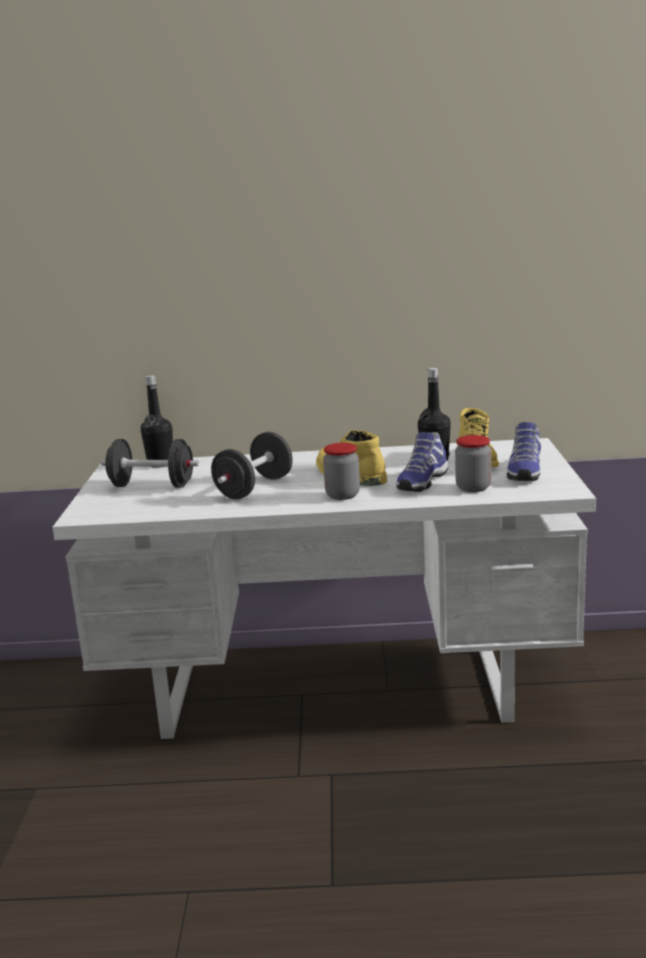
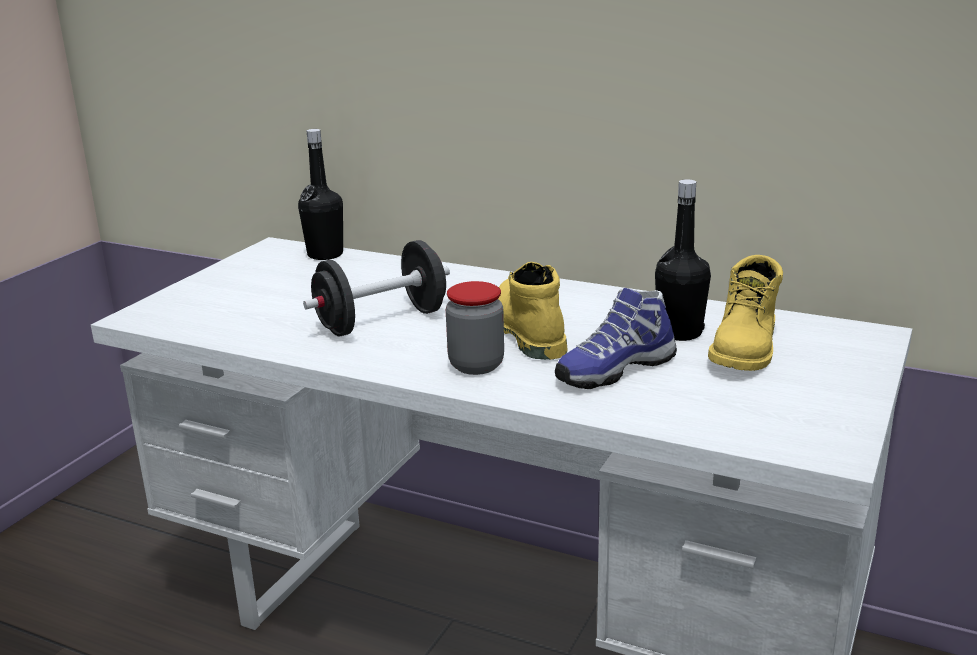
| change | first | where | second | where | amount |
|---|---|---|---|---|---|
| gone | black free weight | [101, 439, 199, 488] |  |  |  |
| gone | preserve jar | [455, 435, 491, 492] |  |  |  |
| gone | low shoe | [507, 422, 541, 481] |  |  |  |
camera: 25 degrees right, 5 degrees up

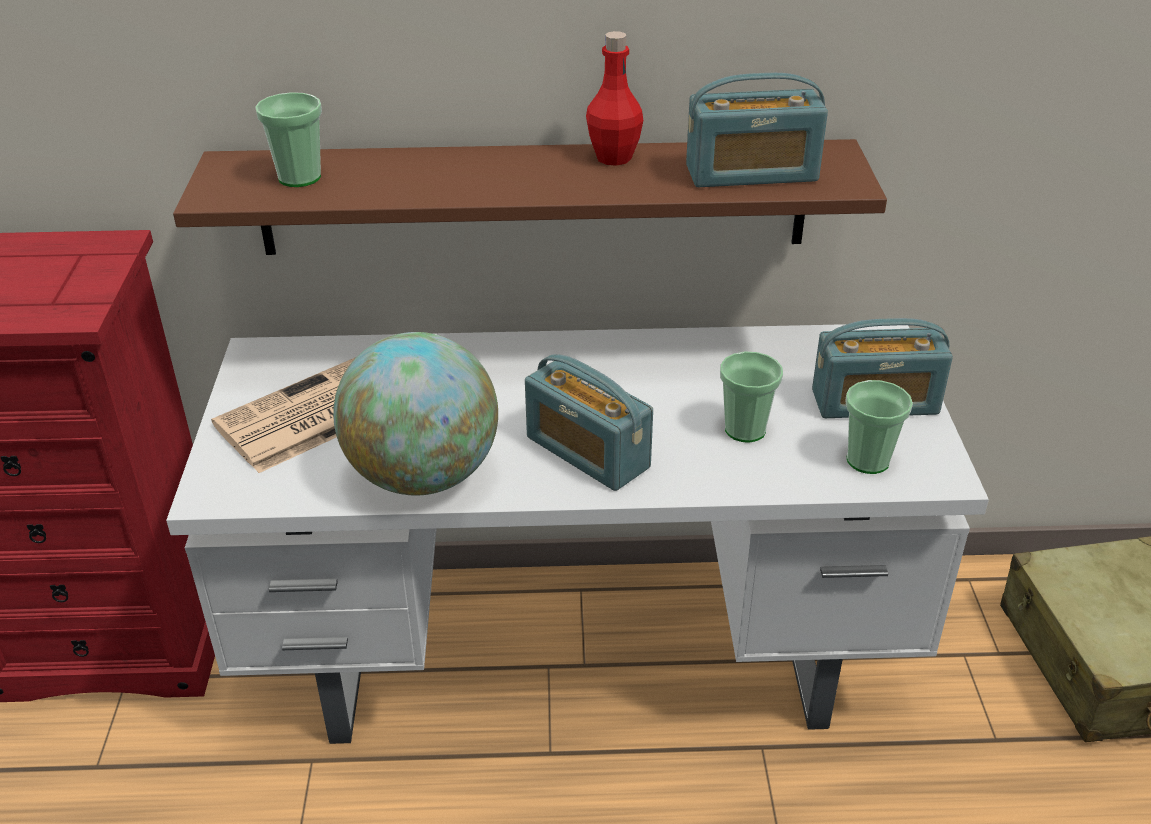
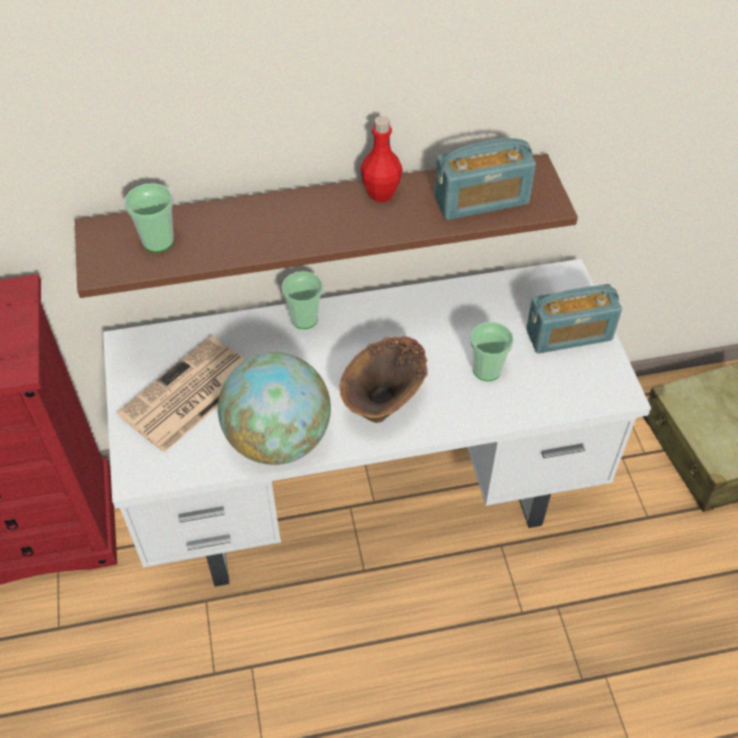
| change | first | where | second | where | amount |
|---|---|---|---|---|---|
| swapped | radio receiver | [525, 354, 653, 491] | brown-coloured decorative vase | [340, 336, 428, 423] |  |
| shifted | cup | [845, 380, 913, 474] |  | [282, 271, 323, 329] |  |
camera: 10 degrees left, 15 degrees up

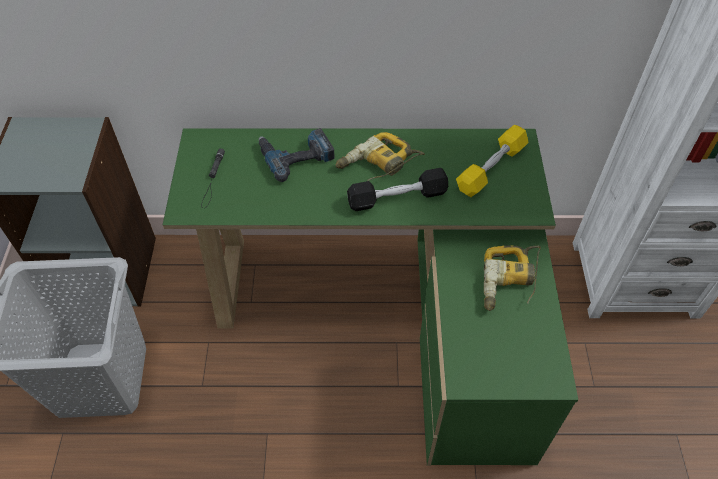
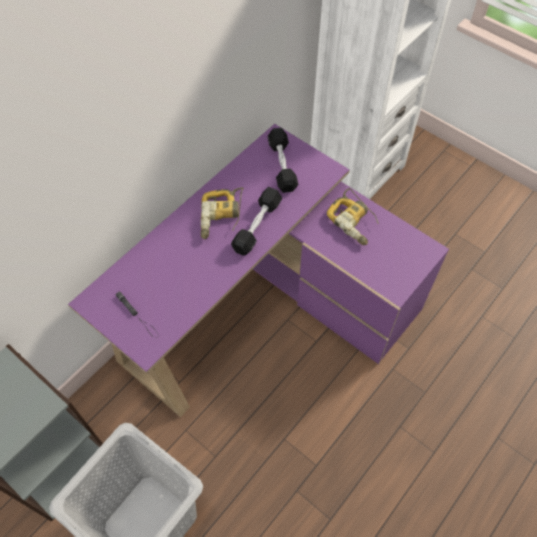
| change | first | where | second | where | amount |
|---|---|---|---|---|---|
| repainted | greenish desk unit | [163, 128, 578, 466] | purplish desk unit | [68, 124, 449, 417] |  |
| gone | electric drill | [259, 128, 335, 182] |  |  |  |
| repainted | yellowish free weight | [456, 125, 528, 197] | black free weight | [267, 128, 298, 193] |  |
camera: 50 degrees left, 5 degrees up

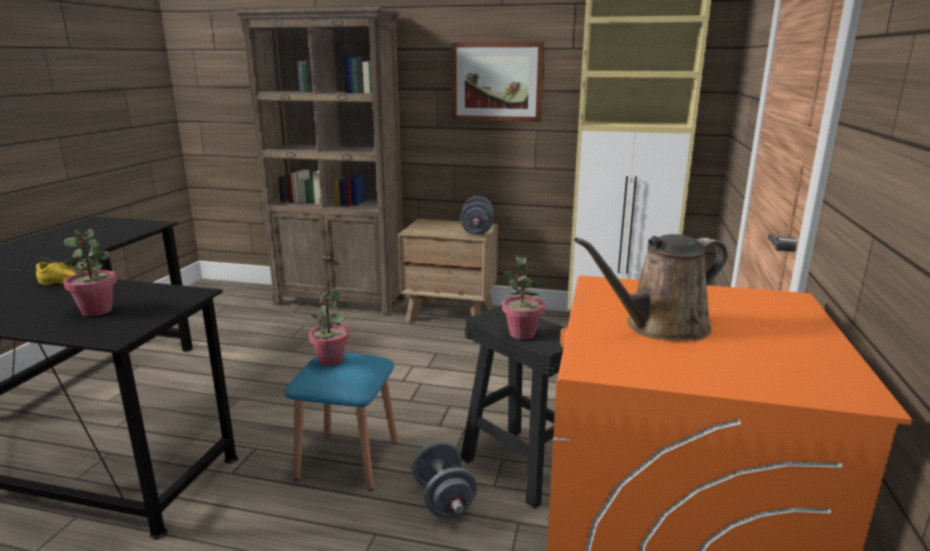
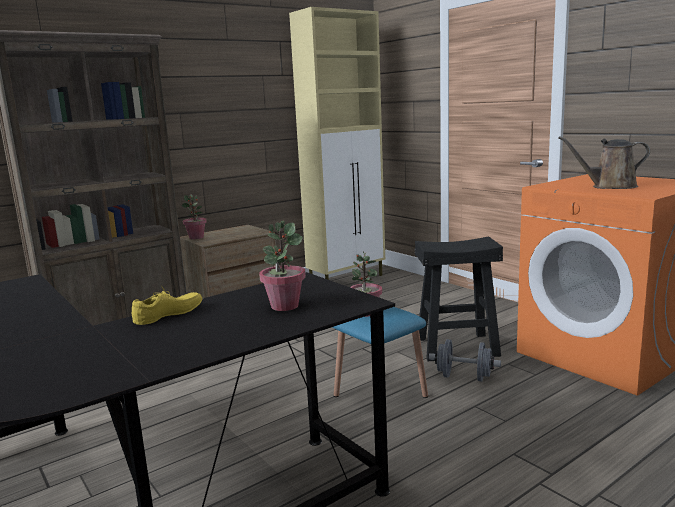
| change | first | where | second | where | amount |
|---|---|---|---|---|---|
| gone | picture | [451, 42, 544, 122] |  |  |  |
| gone | greyish free weight | [460, 196, 494, 235] |  |  |  |
| shifted | potted plant | [502, 256, 545, 340] |  | [181, 194, 207, 239] |  |
| rotated | brown-coloured watering pot | [574, 234, 728, 341] |  | [558, 136, 650, 189] | 75 degrees clockwise |
camera: 50 degrees left, 5 degrees down

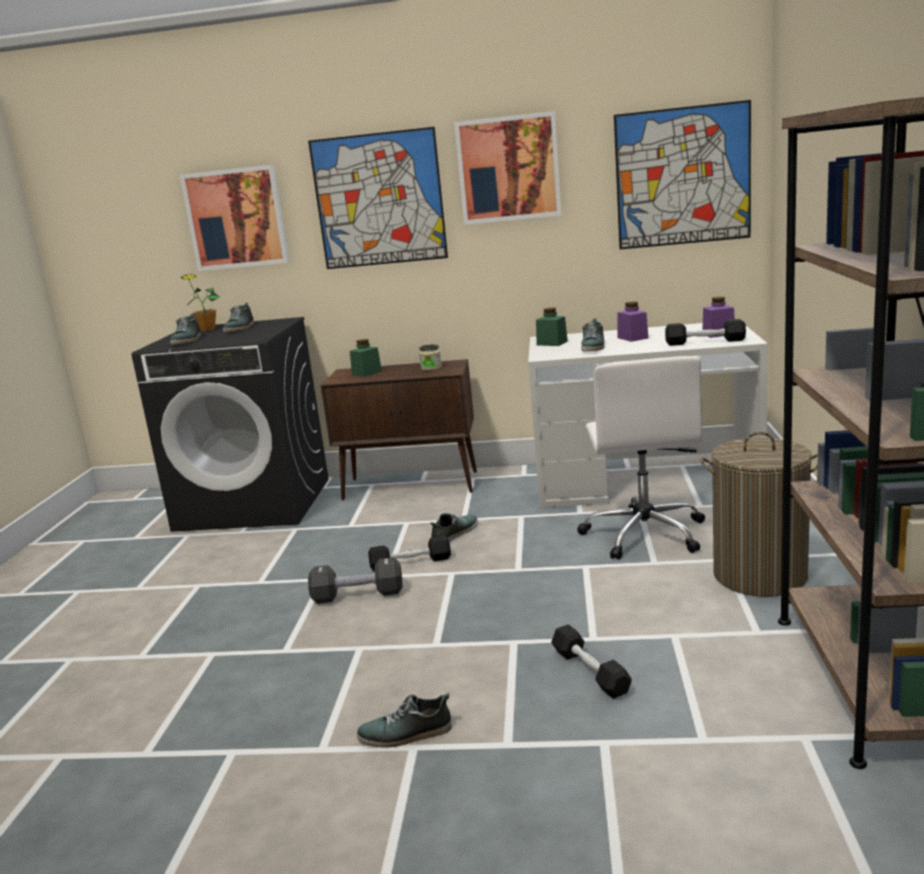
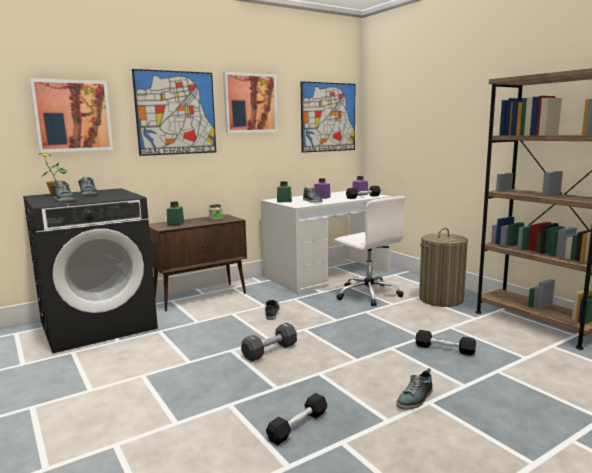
| change | first | where | second | where | amount |
|---|---|---|---|---|---|
| shifted | black free weight | [368, 536, 451, 572] |  | [266, 393, 327, 445] |  |
camera: 40 degrees left, 5 degrees down

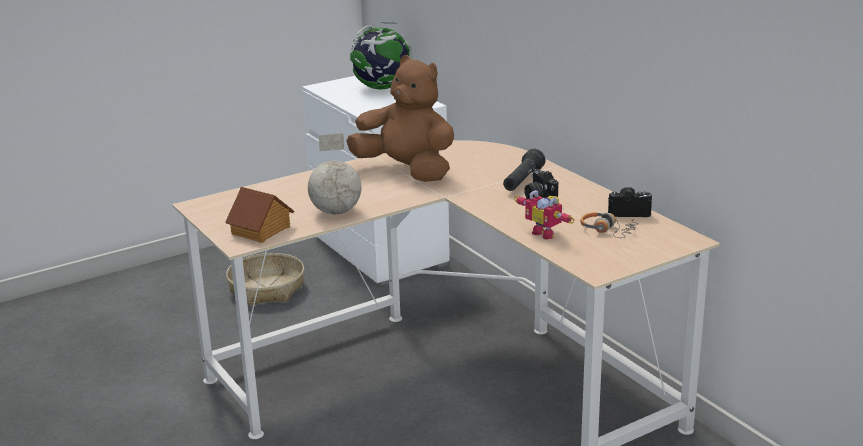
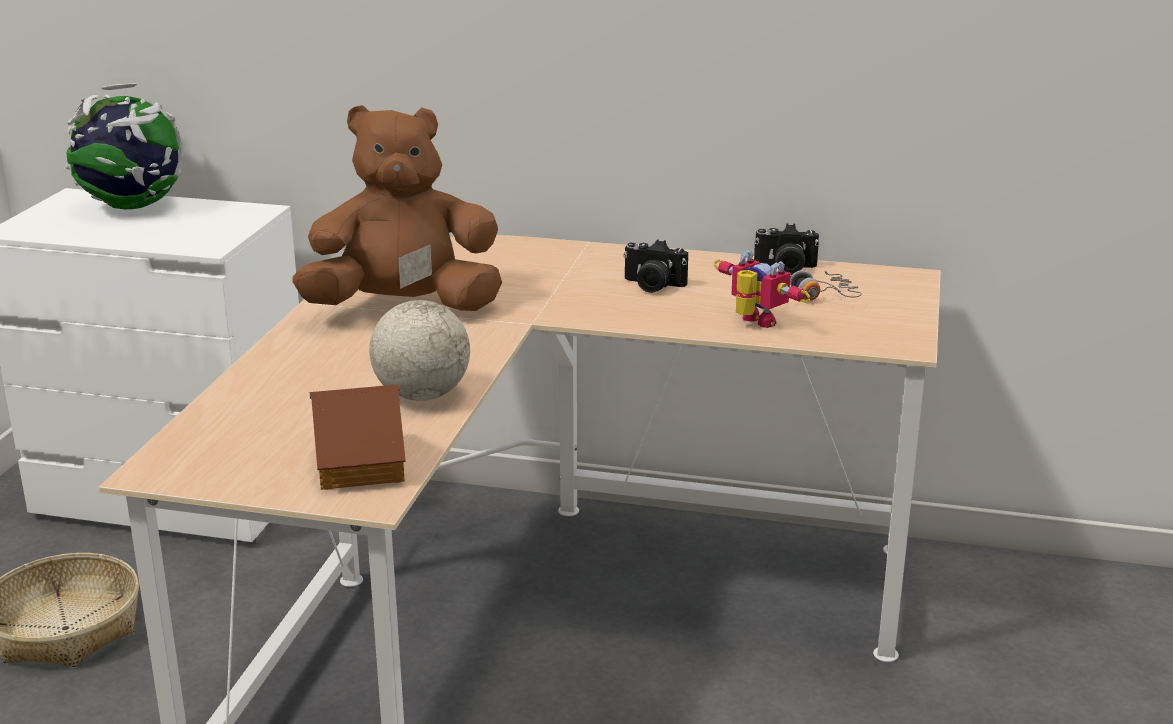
| change | first | where | second | where | amount |
|---|---|---|---|---|---|
| gone | black hand torch | [503, 149, 545, 191] |  |  |  |
| rotated | robot figure | [514, 190, 574, 239] |  | [714, 251, 810, 328] | 135 degrees counterclockwise |
| rotated | photo camera | [608, 187, 652, 217] |  | [754, 224, 820, 275] | 135 degrees counterclockwise |
camera: 45 degrees left, 0 degrees up

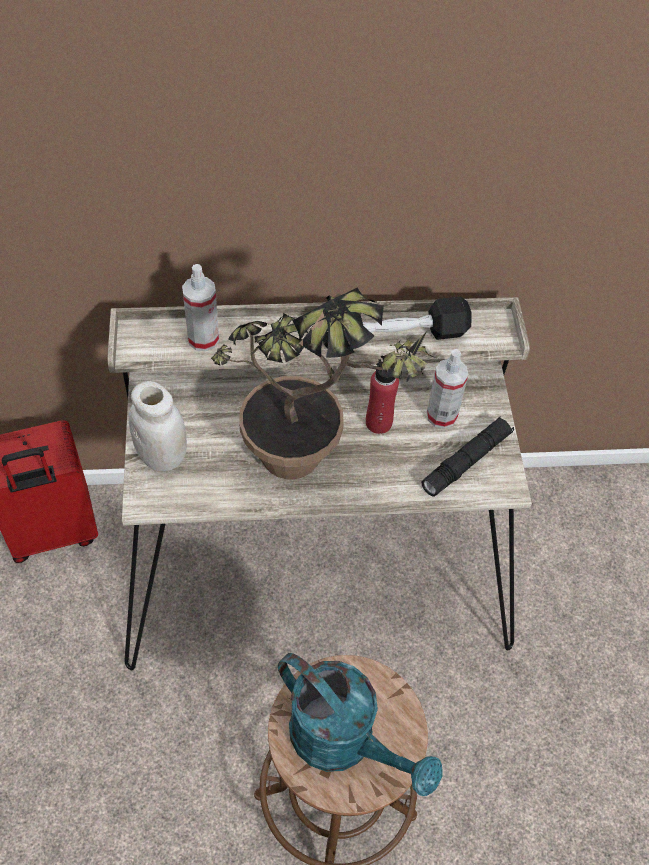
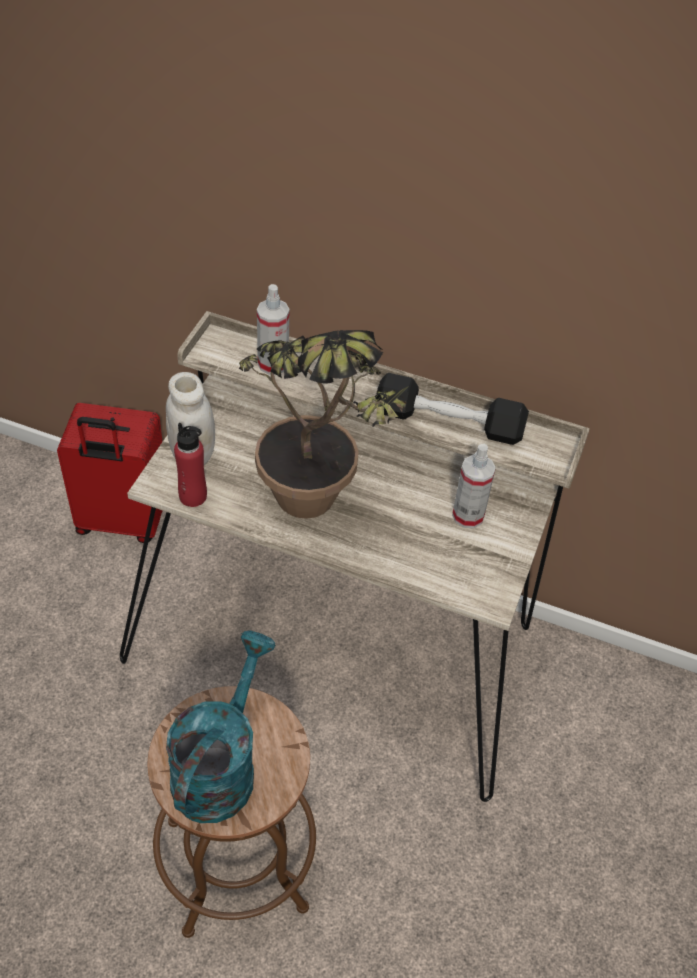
| change | first | where | second | where | amount |
|---|---|---|---|---|---|
| rotated | blue-green watering pot | [278, 653, 442, 796] |  | [166, 630, 276, 823] | 135 degrees counterclockwise |
| shifted | red beverage bottle | [366, 359, 402, 434] |  | [174, 423, 207, 507] |  |
| gone | black hand torch | [421, 416, 514, 497] |  |  |  |
camera: 25 degrees right, 5 degrees down

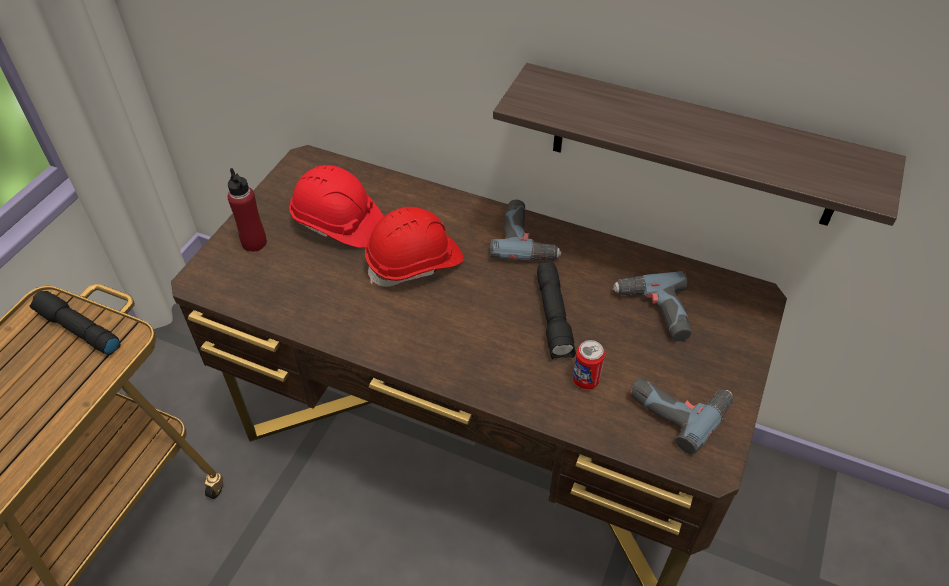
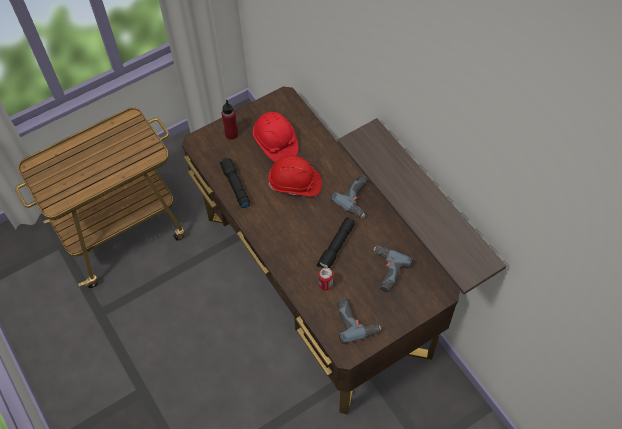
| change | first | where | second | where | amount |
|---|---|---|---|---|---|
| shifted | black hand torch | [30, 291, 120, 355] |  | [219, 158, 250, 208] |  |
camera: 35 degrees right, 10 degrees up

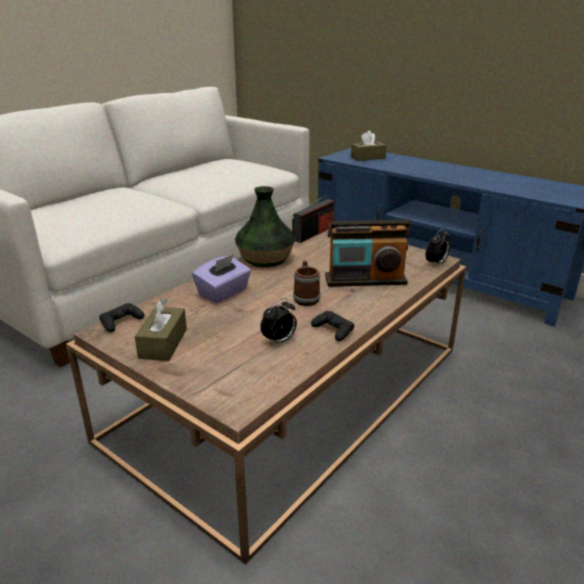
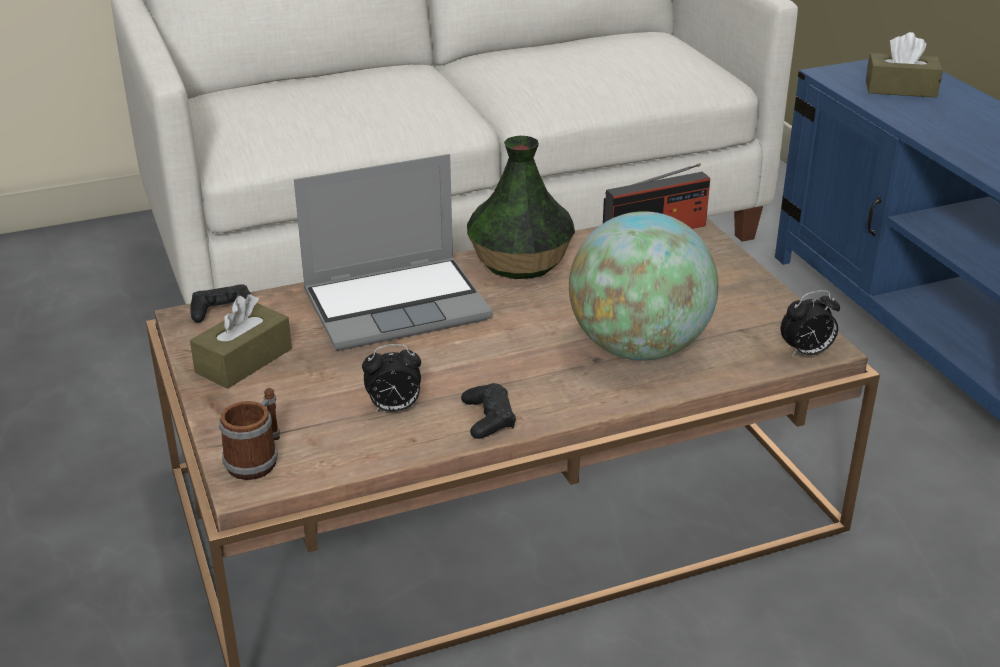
| change | first | where | second | where | amount |
|---|---|---|---|---|---|
| swapped | purplish tissue holder | [192, 254, 251, 303] | notebook computer | [294, 154, 492, 351] |  |
| shifted | tea mug | [293, 260, 321, 306] |  | [219, 388, 280, 480] |  |
| swapped | radio receiver | [325, 220, 411, 287] | desk globe | [569, 211, 719, 360] |  |
camera: 30 degrees right, 5 degrees up

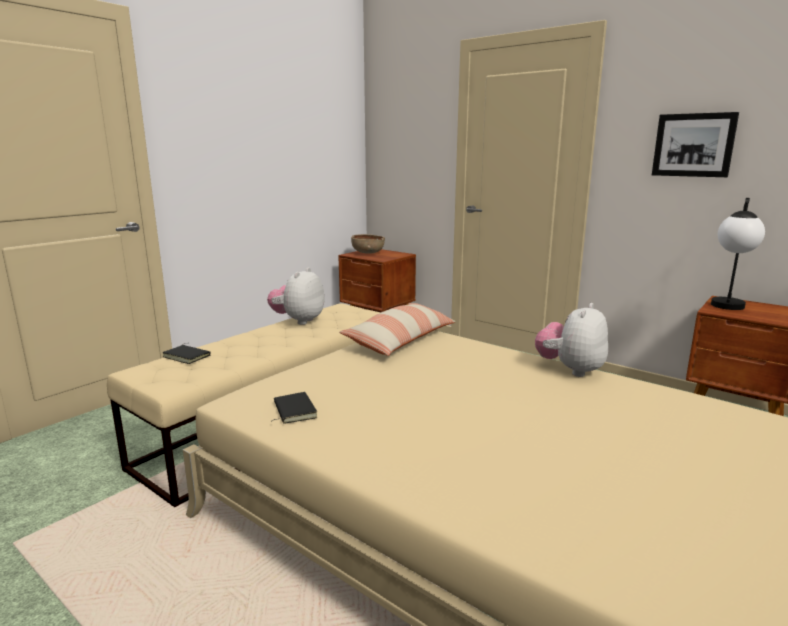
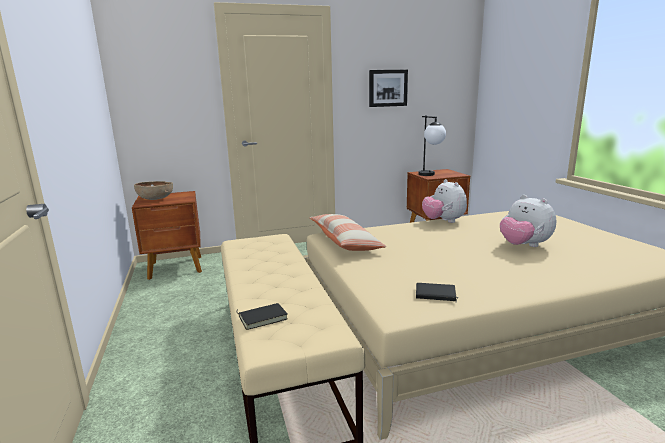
| change | first | where | second | where | amount |
|---|---|---|---|---|---|
| shifted | plush toy | [267, 267, 325, 325] |  | [500, 195, 556, 247] |  |
camera: 55 degrees left, 0 degrees up

